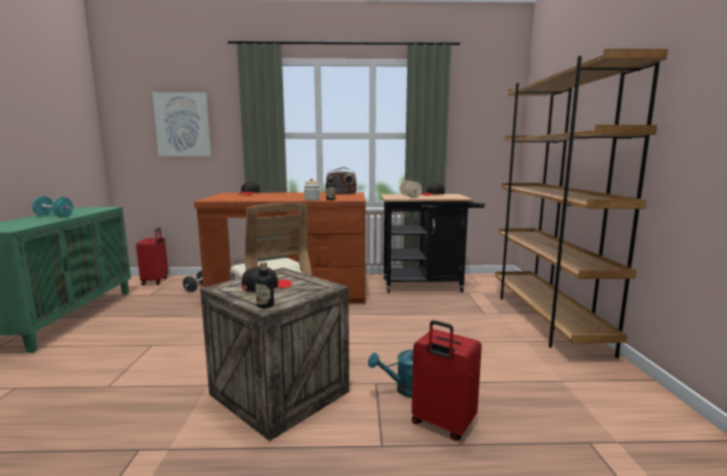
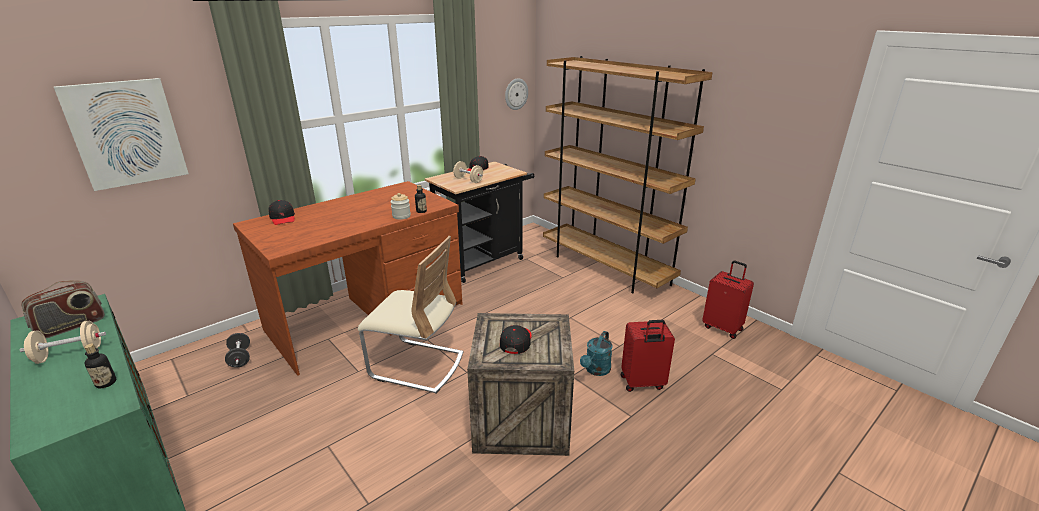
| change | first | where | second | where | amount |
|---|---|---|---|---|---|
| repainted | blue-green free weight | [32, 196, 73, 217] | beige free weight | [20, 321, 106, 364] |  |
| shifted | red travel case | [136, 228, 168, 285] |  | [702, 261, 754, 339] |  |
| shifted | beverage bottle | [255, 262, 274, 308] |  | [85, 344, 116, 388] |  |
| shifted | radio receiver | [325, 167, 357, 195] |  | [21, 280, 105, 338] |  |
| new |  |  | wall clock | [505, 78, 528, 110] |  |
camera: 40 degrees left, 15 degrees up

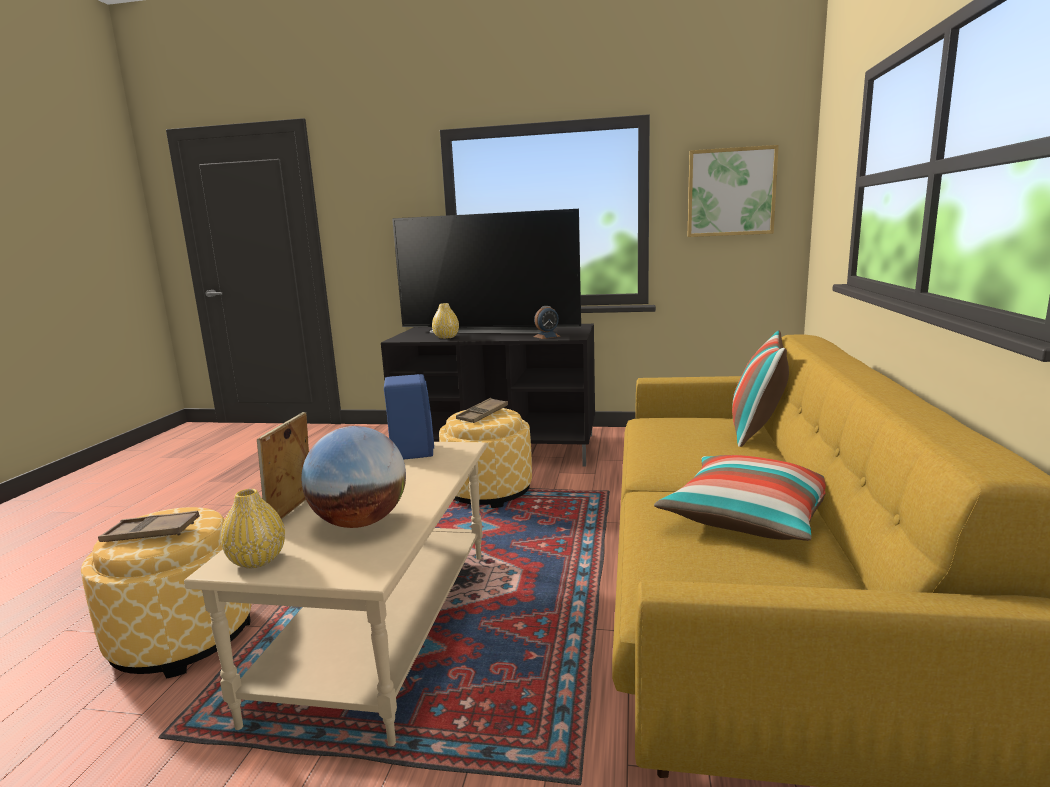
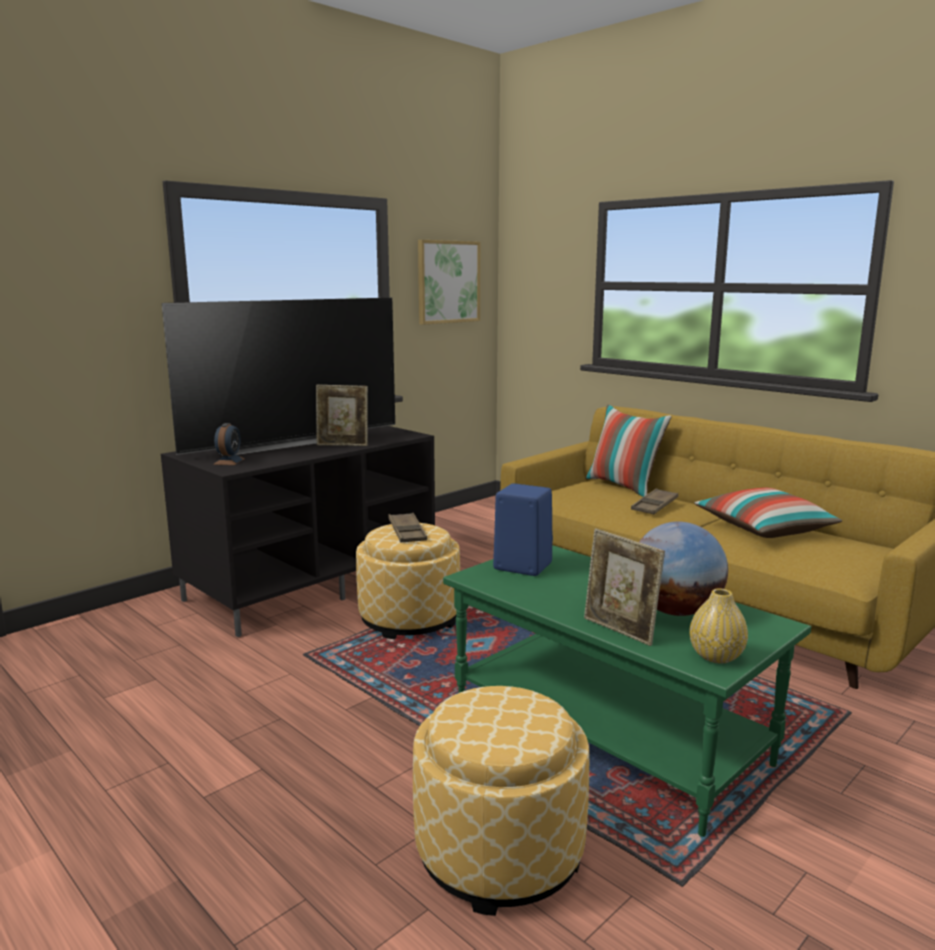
| change | first | where | second | where | amount |
|---|---|---|---|---|---|
| shifted | brown-coloured carrying tray | [98, 511, 200, 542] |  | [631, 488, 678, 514] |  |
| repainted | beige lounge table | [184, 442, 486, 746] | greenish lounge table | [443, 545, 811, 837] |  |
| gone | yellowish decorative vase | [432, 303, 459, 339] |  |  |  |
| shifted | table clock | [534, 306, 561, 339] |  | [213, 423, 245, 465] |  |
| new |  |  | picture frame | [316, 385, 368, 446] |  |
camera: 55 degrees left, 0 degrees up

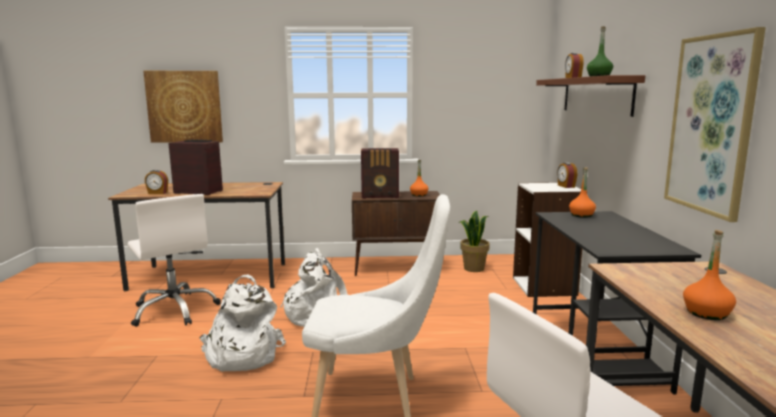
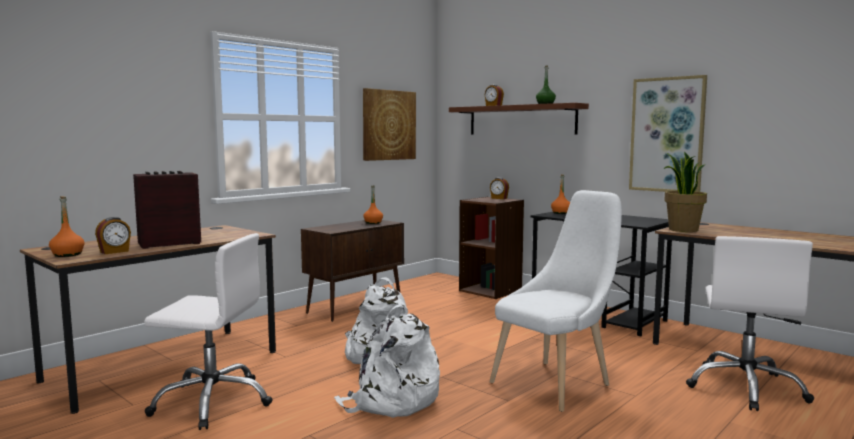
| change | first | where | second | where | amount |
|---|---|---|---|---|---|
| shifted | picture | [143, 71, 223, 143] |  | [363, 88, 416, 161] |  |
| gone | radio receiver | [361, 148, 399, 199] |  |  |  |
| shifted | potted plant | [459, 211, 490, 272] |  | [664, 151, 707, 232] |  |
| repainted | whitish bookcase | [513, 182, 582, 297] | brown-coloured bookcase | [459, 197, 524, 299] |  |
| shifted | orange beverage bottle | [683, 230, 736, 320] |  | [49, 196, 85, 257] |  |
camera: 45 degrees left, 5 degrees down

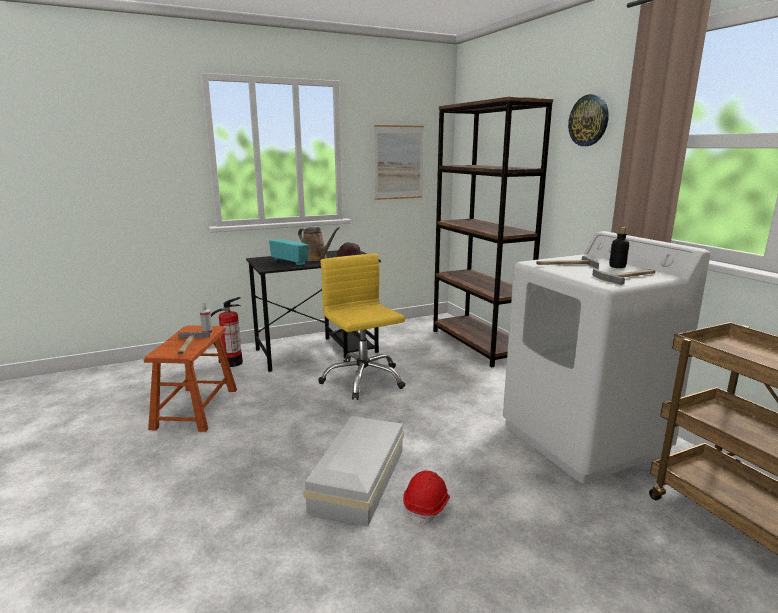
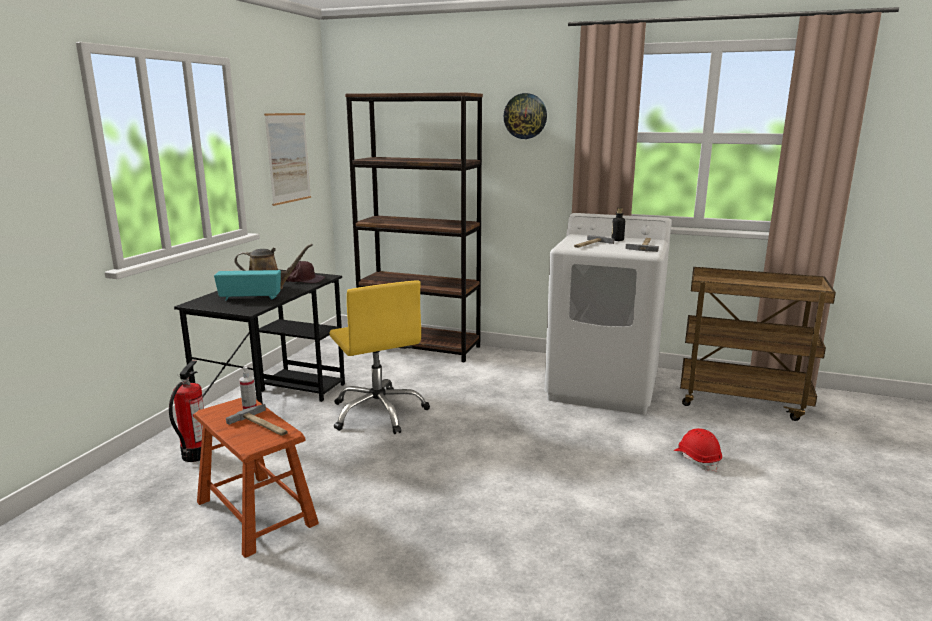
| change | first | where | second | where | amount |
|---|---|---|---|---|---|
| gone | whitish storage bin | [304, 416, 404, 526] |  |  |  |
| rotated | yellowish desk chair | [318, 253, 405, 400] |  | [329, 280, 430, 434] | 135 degrees counterclockwise |
| shifted | red hard hat | [403, 470, 450, 526] |  | [674, 428, 722, 472] |  |
camera: 45 degrees left, 0 degrees up

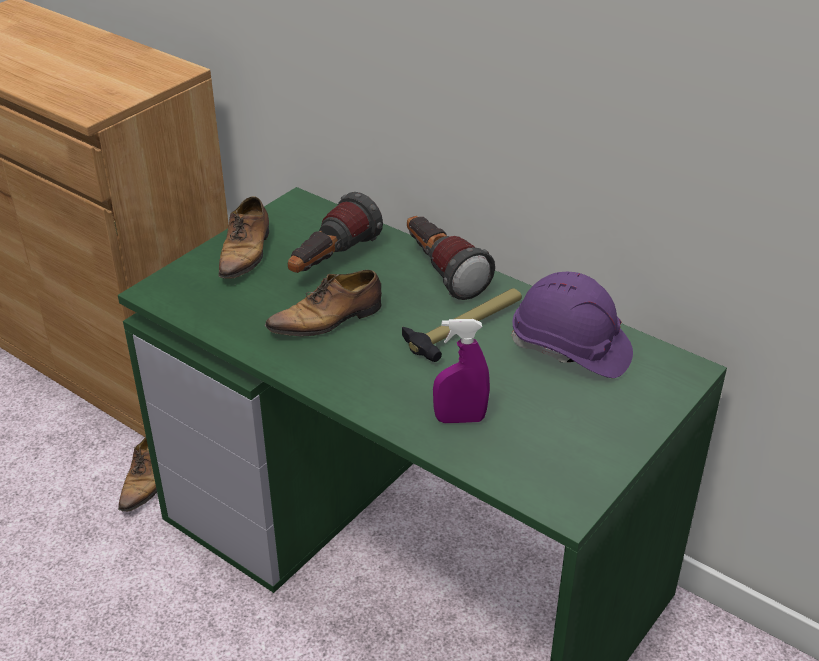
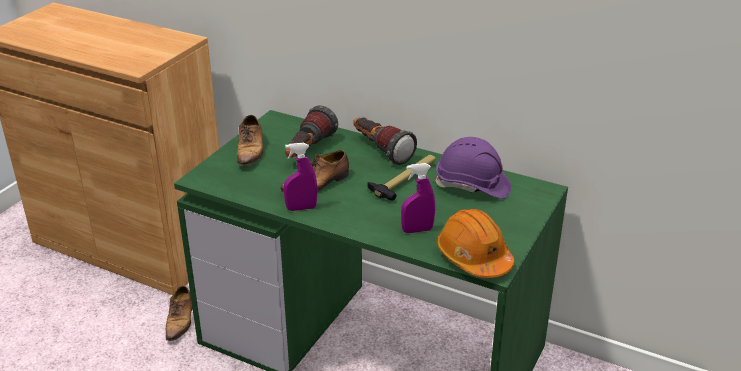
| change | first | where | second | where | amount |
|---|---|---|---|---|---|
| new |  |  | purplish sprayer | [284, 143, 317, 211] |  |
| new |  |  | orange hard hat | [437, 209, 515, 278] |  |
camera: 10 degrees left, 5 degrees down

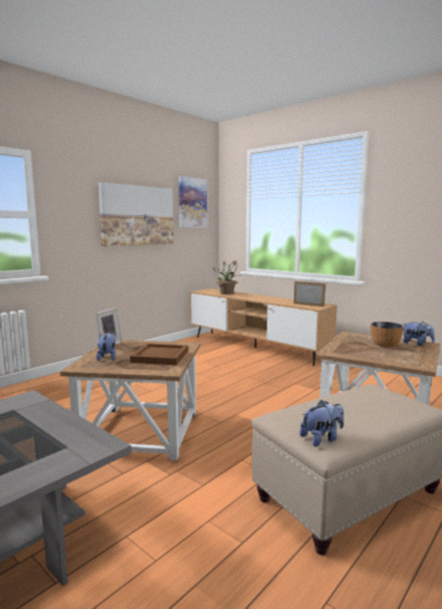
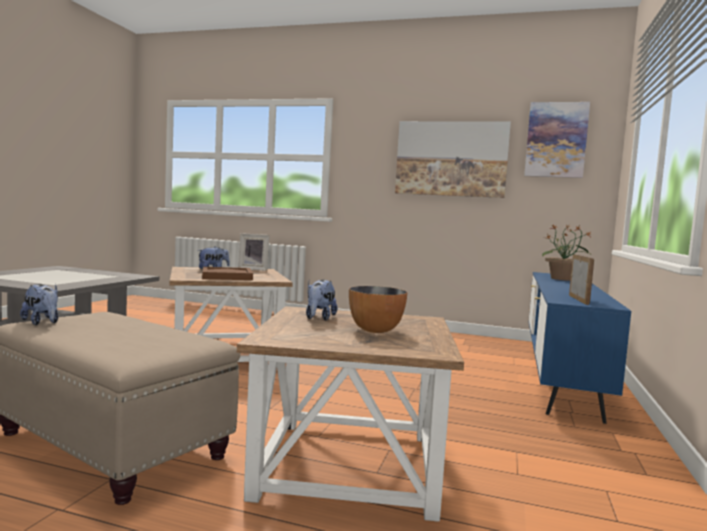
| change | first | where | second | where | amount |
|---|---|---|---|---|---|
| repainted | brown-coloured media console | [190, 289, 337, 366] | bluish media console | [528, 272, 631, 424] |  |
| shifted | plush toy | [402, 322, 435, 346] |  | [306, 279, 338, 321] |  |
camera: 65 degrees right, 5 degrees down

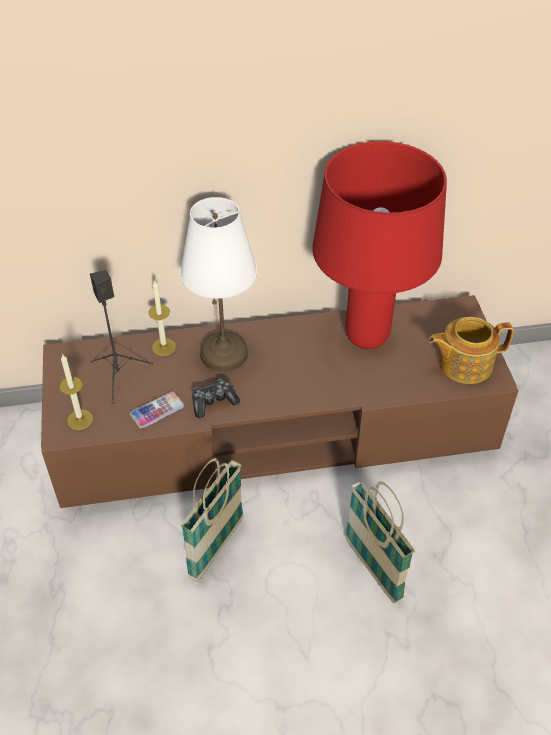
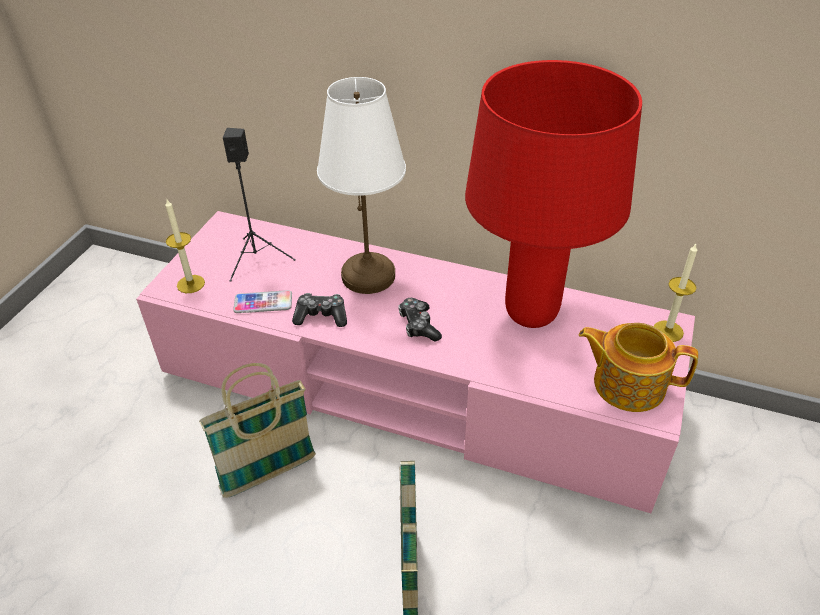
| change | first | where | second | where | amount |
|---|---|---|---|---|---|
| repainted | brown-coloured media console | [41, 295, 518, 508] | pinkish media console | [136, 211, 695, 513] |  |
| shifted | candle | [149, 281, 176, 356] |  | [654, 244, 697, 342] |  |
| new |  |  | joypad | [398, 298, 442, 342] |  |
camera: 30 degrees right, 5 degrees down

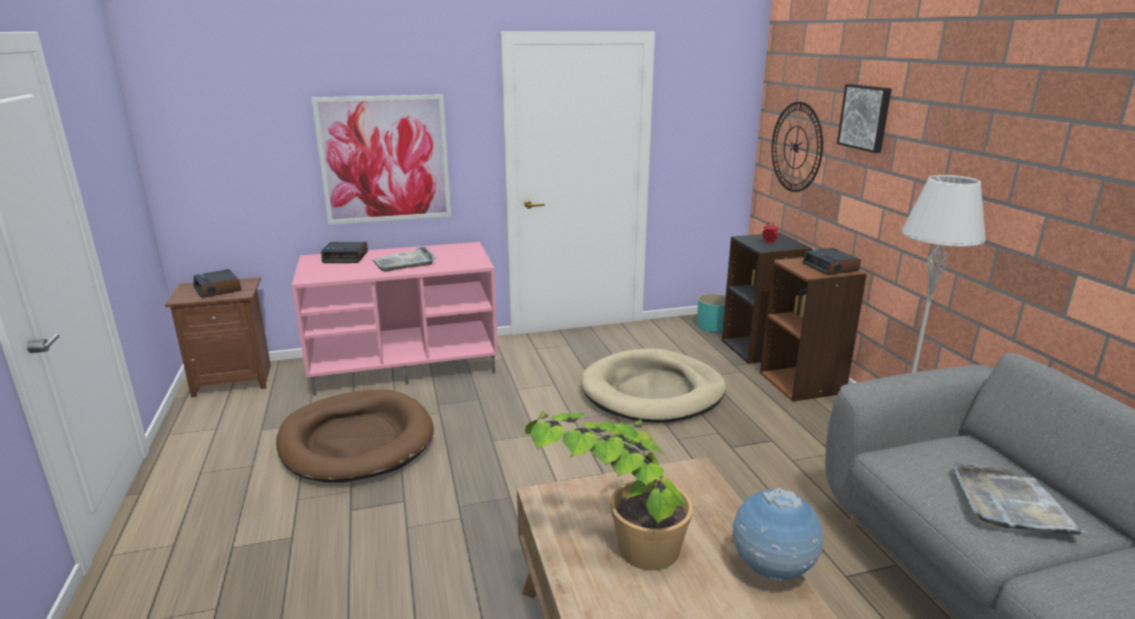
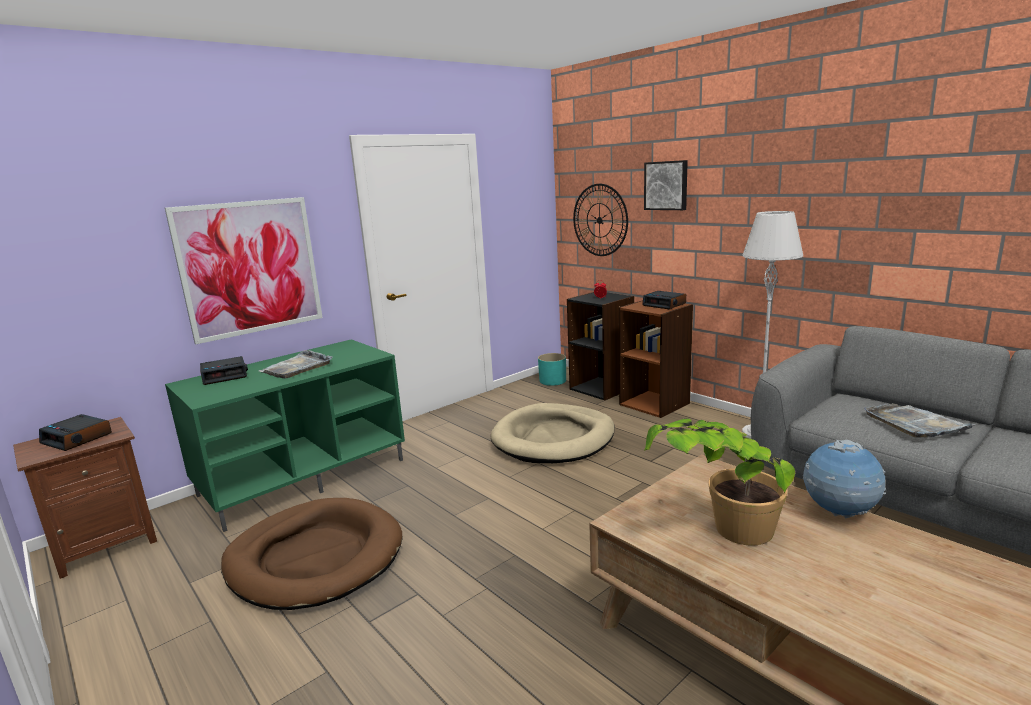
| change | first | where | second | where | amount |
|---|---|---|---|---|---|
| repainted | pinkish media console | [292, 242, 498, 396] | greenish media console | [165, 339, 405, 532] |  |
camera: 25 degrees left, 5 degrees down

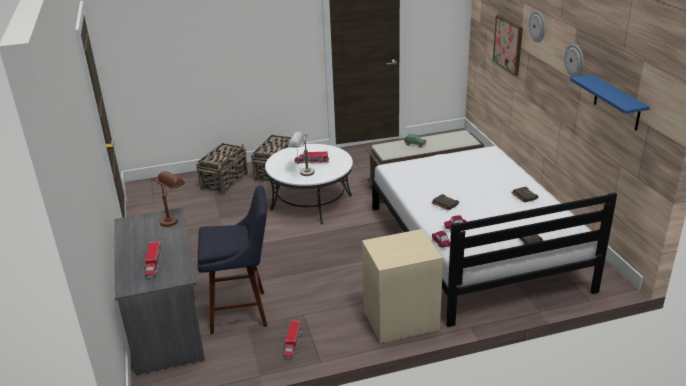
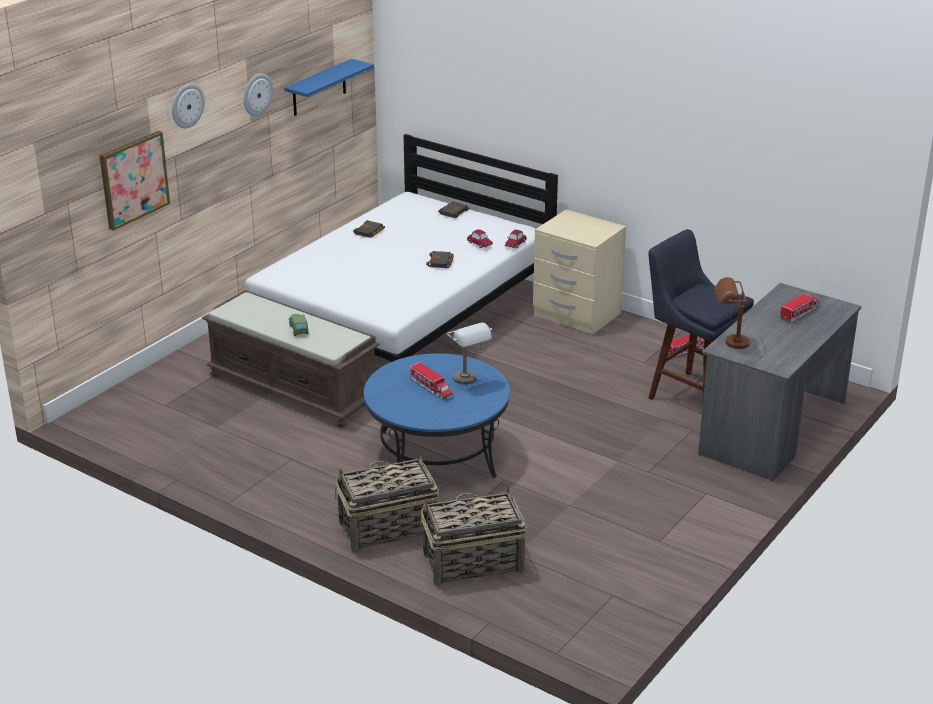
| change | first | where | second | where | amount |
|---|---|---|---|---|---|
| repainted | whitish lounge table | [265, 144, 353, 224] | bluish lounge table | [364, 353, 510, 478] |  |
camera: 130 degrees left, 0 degrees up

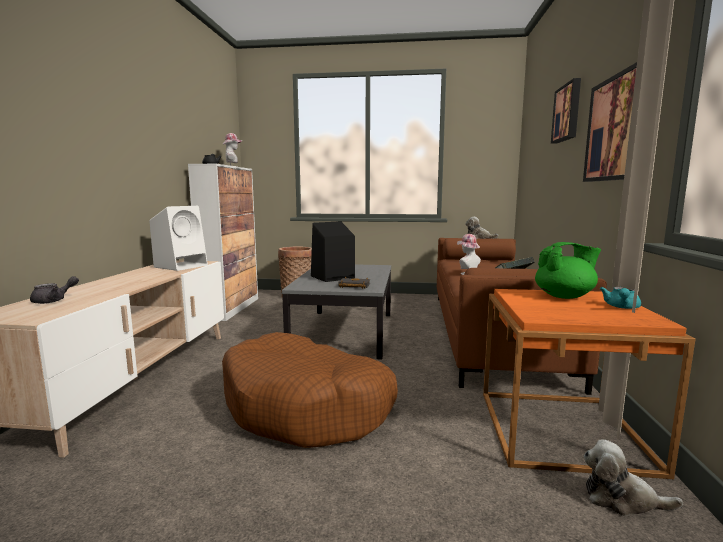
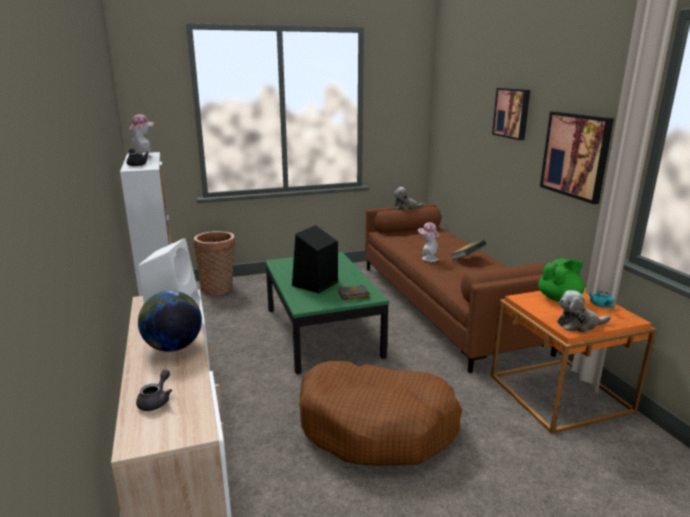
| change | first | where | second | where | amount |
|---|---|---|---|---|---|
| repainted | greyish lounge table | [282, 264, 391, 359] | greenish lounge table | [265, 252, 389, 374] |  |
| shifted | plush toy | [584, 440, 683, 516] |  | [557, 290, 611, 333] |  |
| new |  |  | desk globe | [138, 291, 202, 352] |  |
camera: 25 degrees left, 10 degrees up

